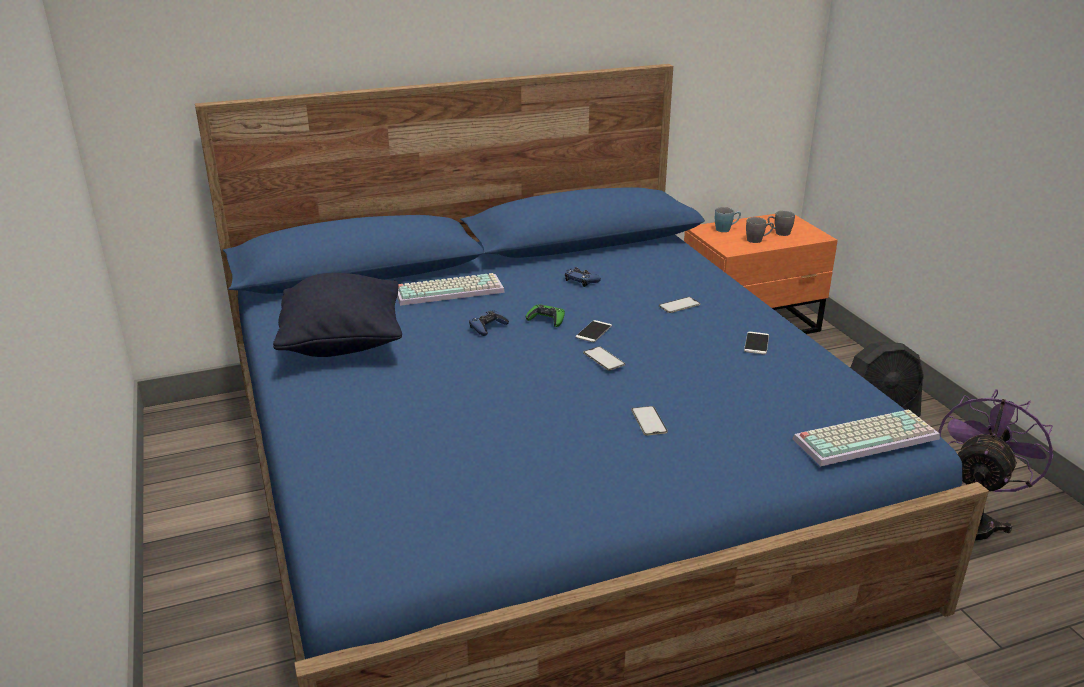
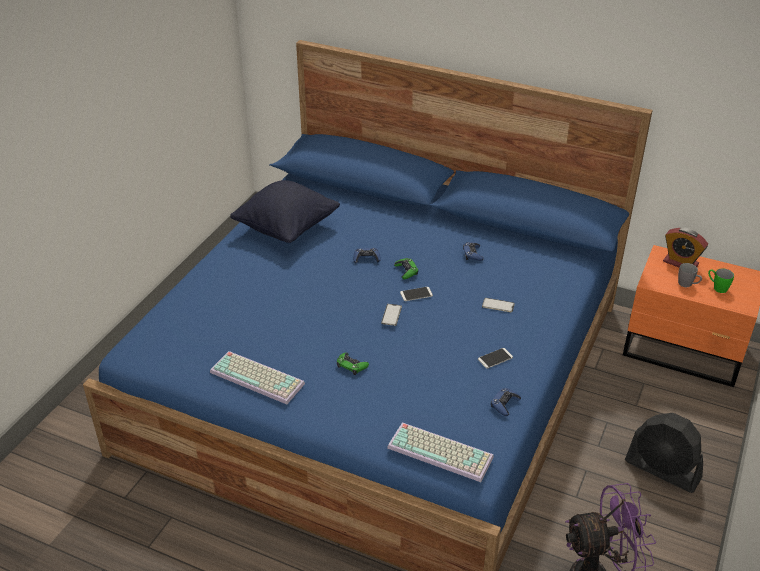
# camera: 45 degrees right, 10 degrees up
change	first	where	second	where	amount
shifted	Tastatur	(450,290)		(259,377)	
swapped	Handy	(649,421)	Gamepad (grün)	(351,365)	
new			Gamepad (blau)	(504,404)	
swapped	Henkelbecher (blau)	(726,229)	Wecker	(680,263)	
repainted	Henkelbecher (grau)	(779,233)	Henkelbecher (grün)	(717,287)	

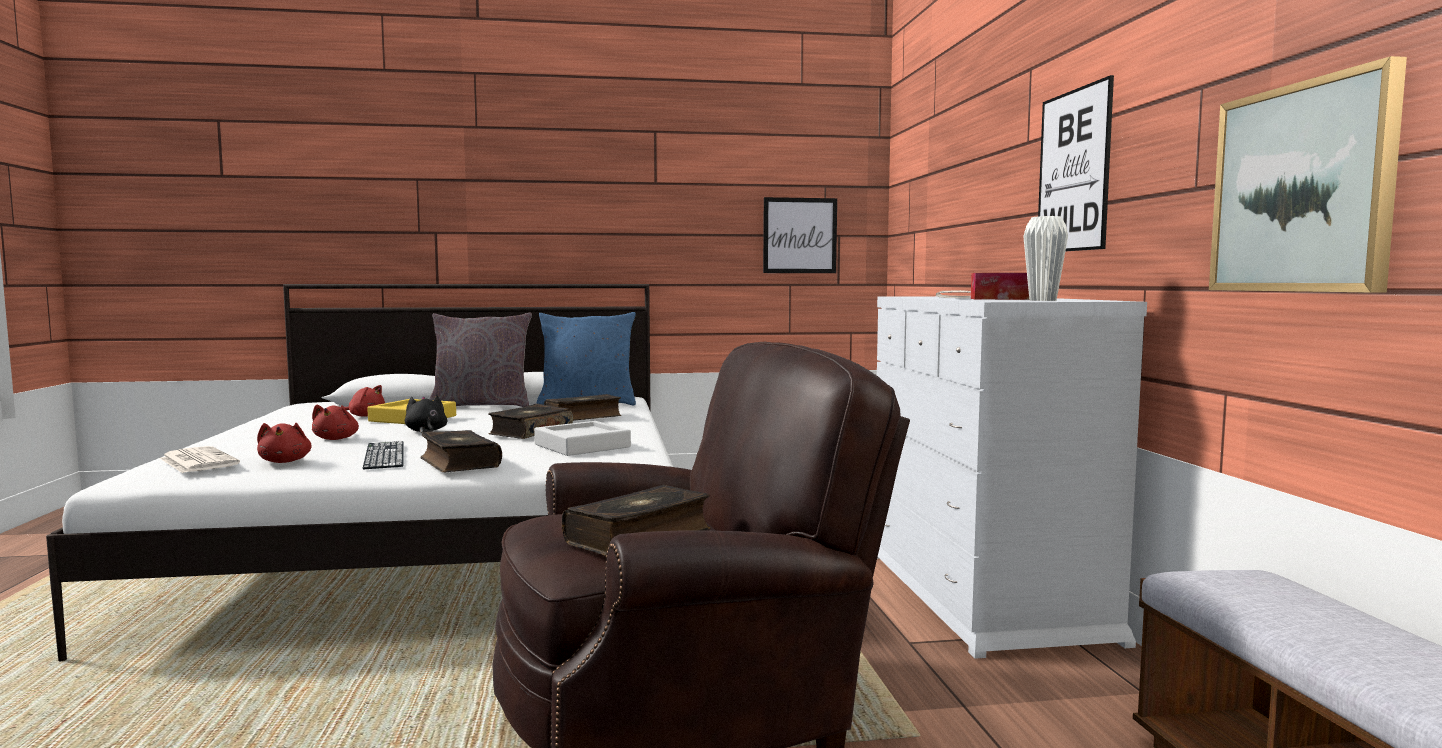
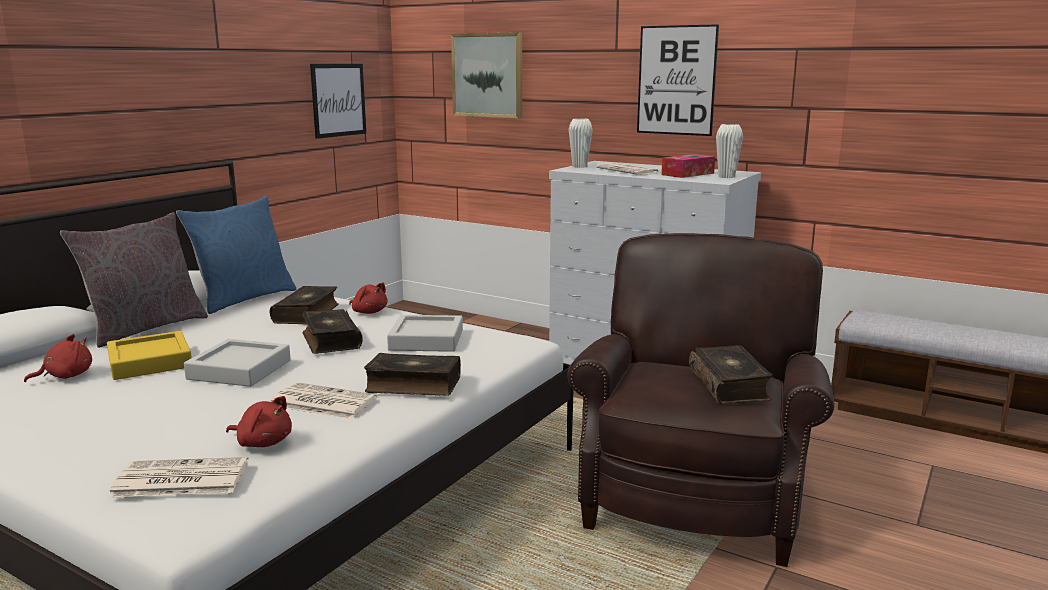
# camera: 50 degrees left, 10 degrees up
change	first	where	second	where	amount
swapped	Plüschtier (schwarz)	(426,431)	Tablett (grau)	(239,370)	
swapped	Tastatur	(384,455)	Zeitung	(321,402)	
shifted	Plüschtier (rot)	(337,439)		(369,312)	
shifted	Bild	(1302,188)		(488,75)	
new			Vase (weiß)	(579,166)	

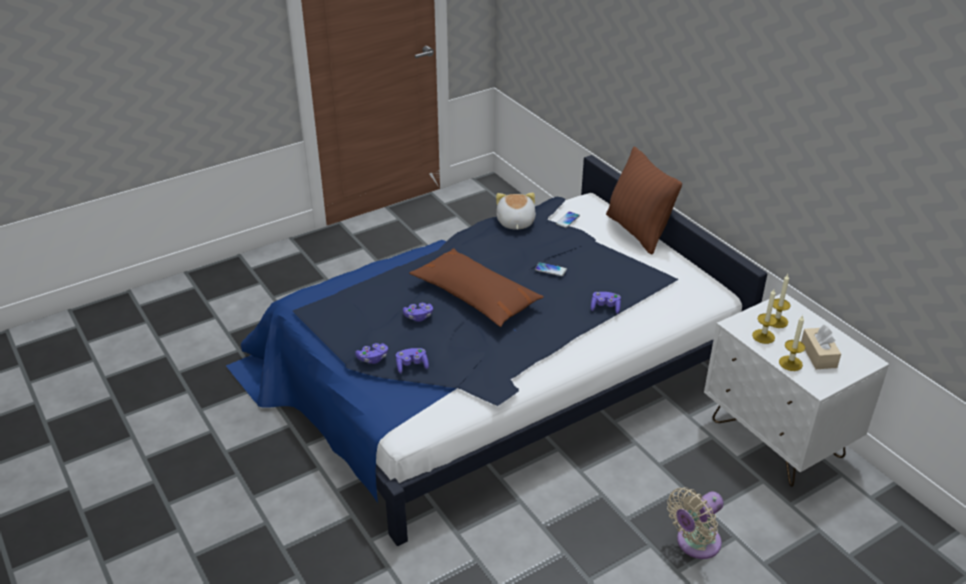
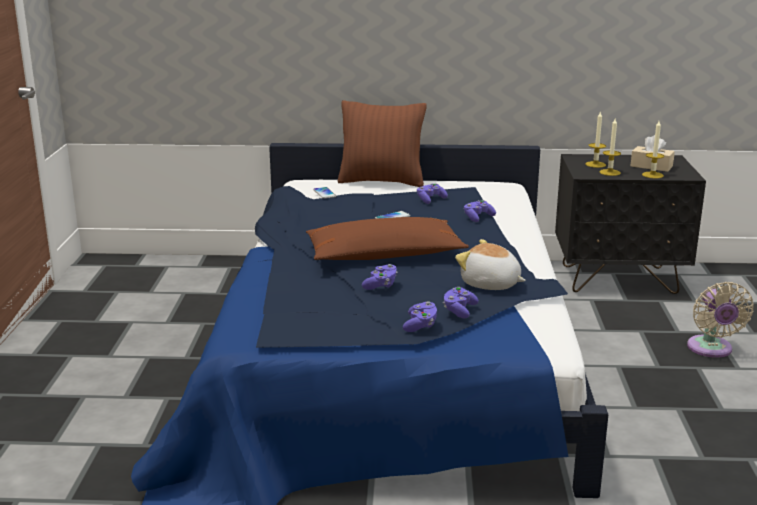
# camera: 55 degrees left, 15 degrees down
change	first	where	second	where	amount
new			Gamepad (lila)	(430,200)	
shifted	Plüschtier	(515,222)		(490,284)	
repainted	Nachttisch (weiß)	(777,439)	Nachttisch (schwarz)	(619,279)	

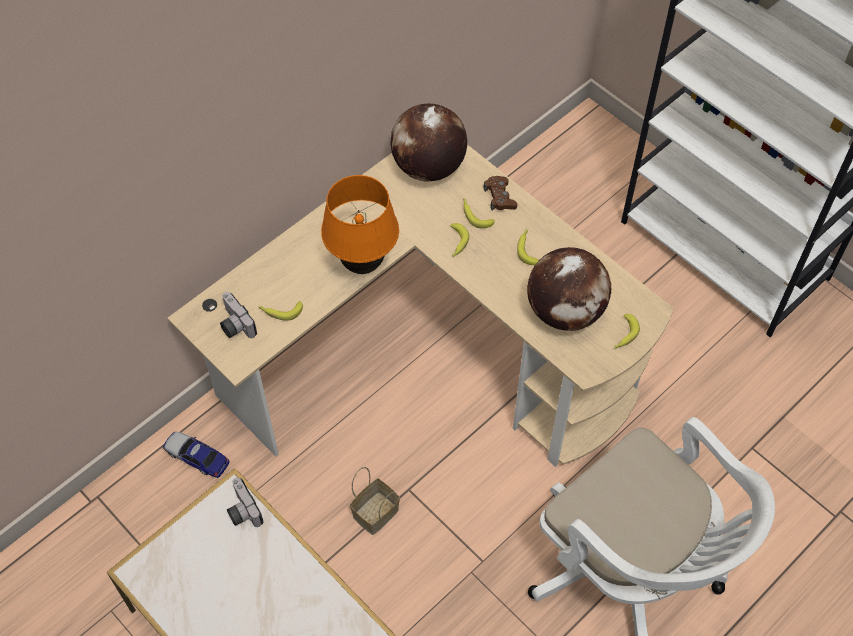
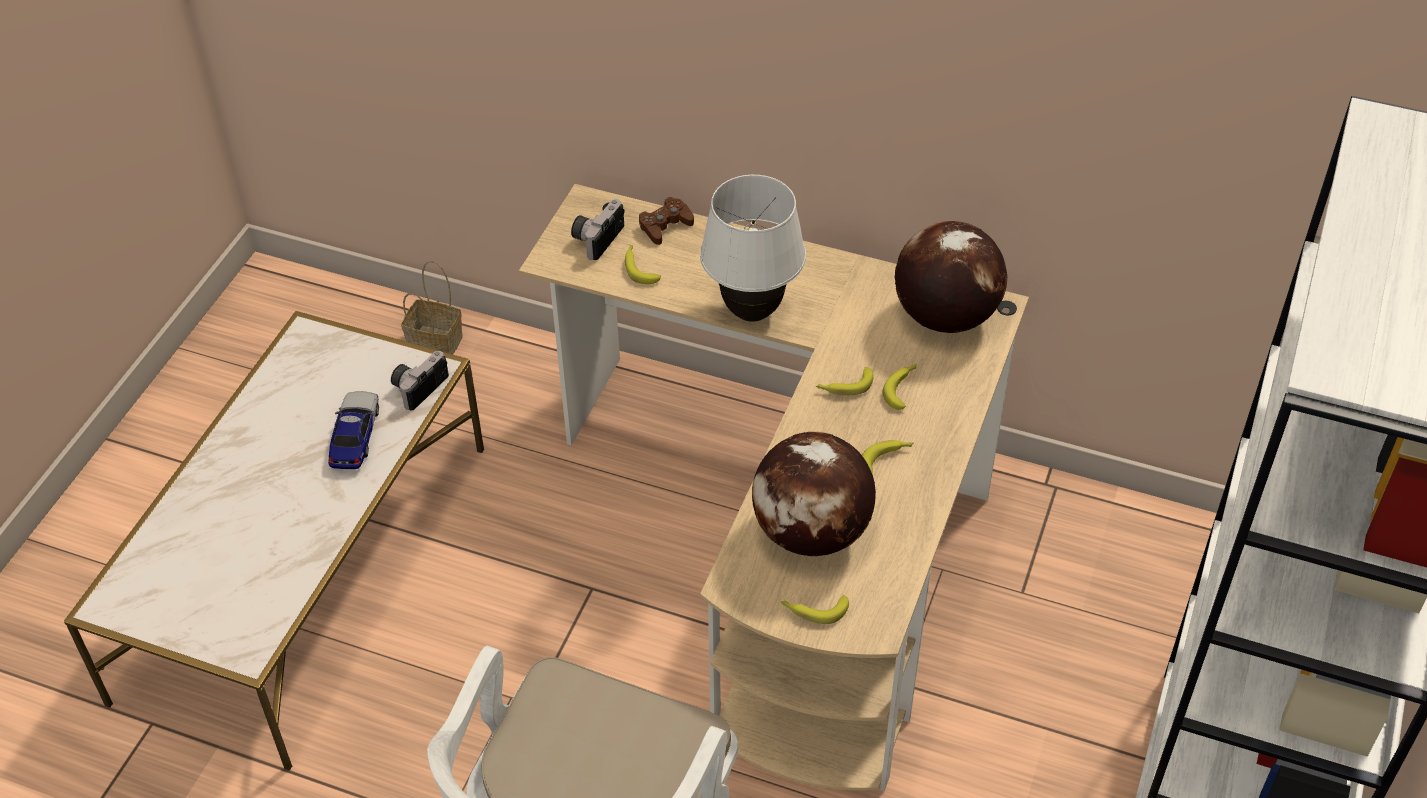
# camera: 65 degrees right, 10 degrees down
change	first	where	second	where	amount
shifted	Spielzeugauto	(196,457)		(355,435)	
shifted	Korb	(375,515)		(433,343)	
shifted	Gamepad (braun)	(500,197)		(665,226)	
repainted	Tischlampe (orange)	(362,264)	Tischlampe (weiß)	(752,311)	

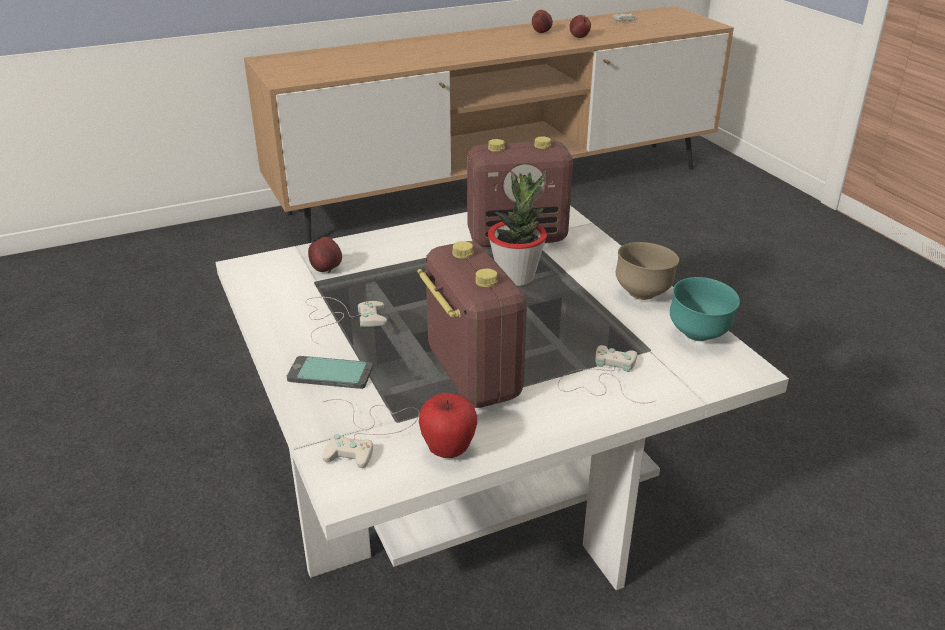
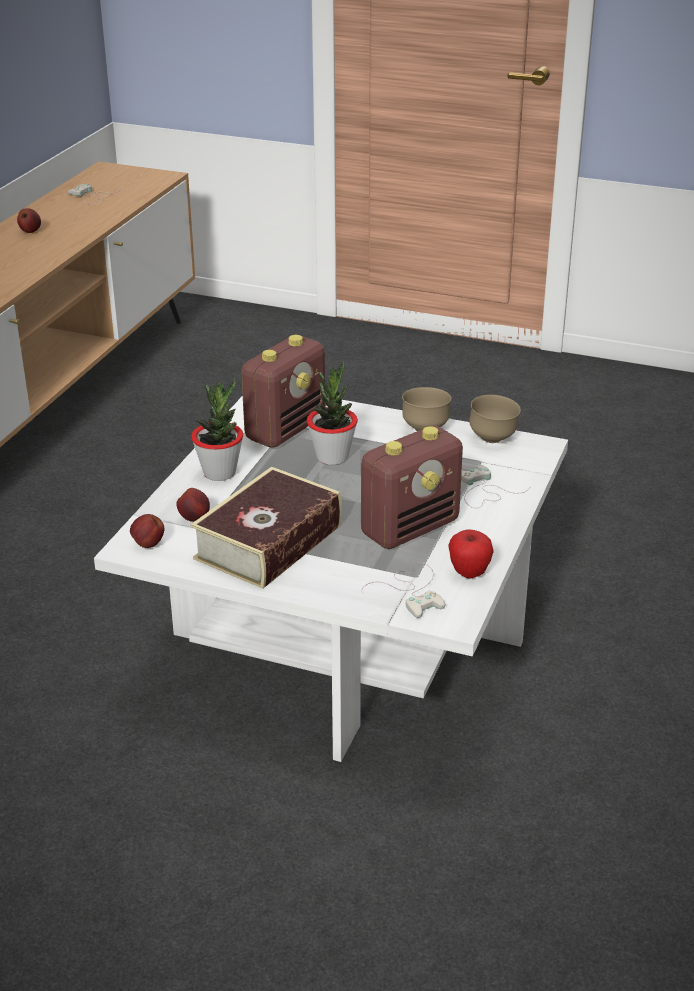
# camera: 45 degrees left, 0 degrees up
change	first	where	second	where	amount
shifted	Apfel	(578,37)		(148,544)	
new			Topfpflanze	(220,472)	
swapped	Gamepad (weiß)	(340,318)	Buch	(269,542)	
rotated	Radio	(472,374)		(410,528)	120 degrees clockwise
repainted	Schüssel (türkis)	(698,336)	Schüssel (braun)	(493,439)	
gone	Handy	(330,374)			

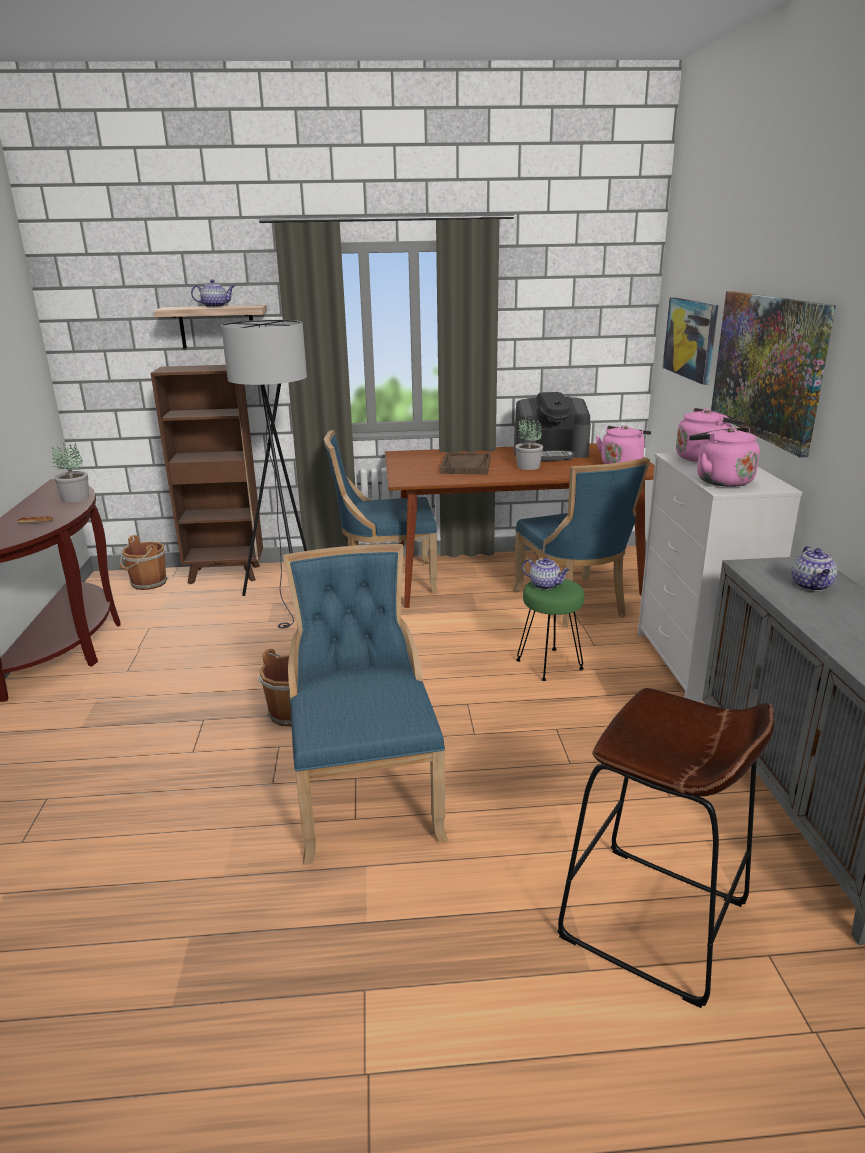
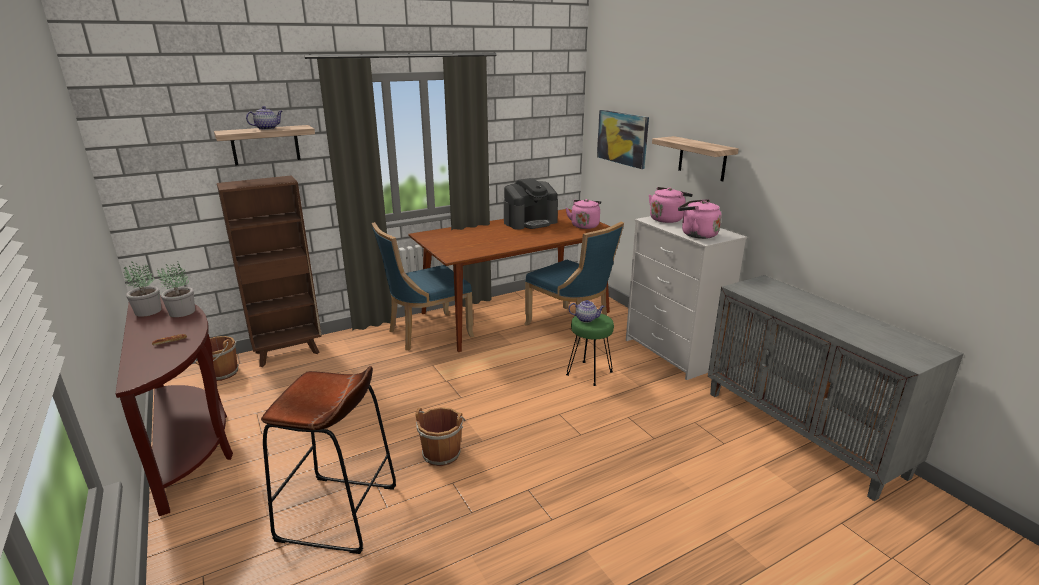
# camera: 25 degrees left, 0 degrees up
change	first	where	second	where	amount
shifted	Topfpflanze	(527,466)		(147,311)	
shifted	Hocker (braun)	(653,921)		(338,513)	
swapped	Bild	(767,367)	Wandregal	(702,158)	
gone	Stehlampe (grau)	(289,598)			
gone	Stuhl (blau)	(366,797)			
gone	Tablett (braun)	(466,466)			
gone	Teekanne	(812,586)			

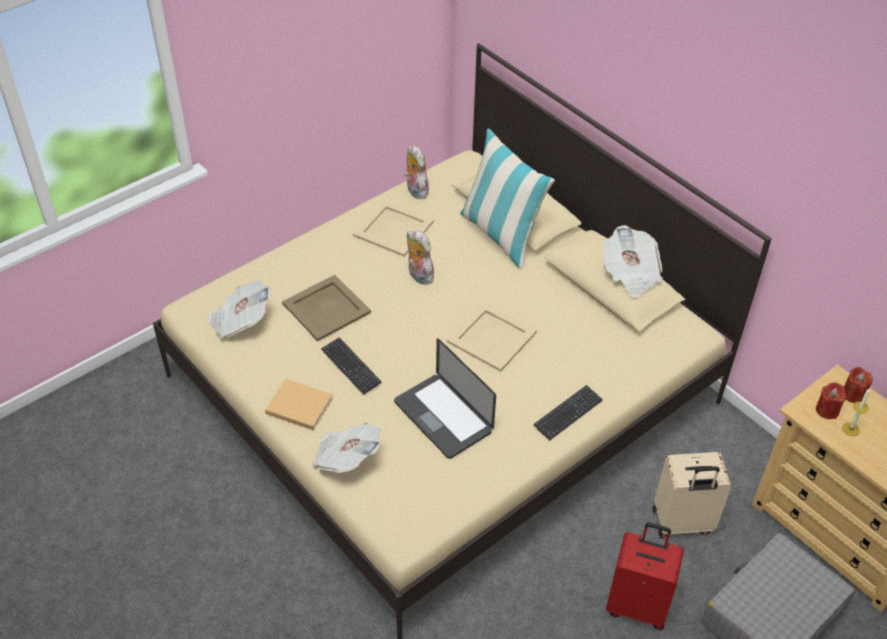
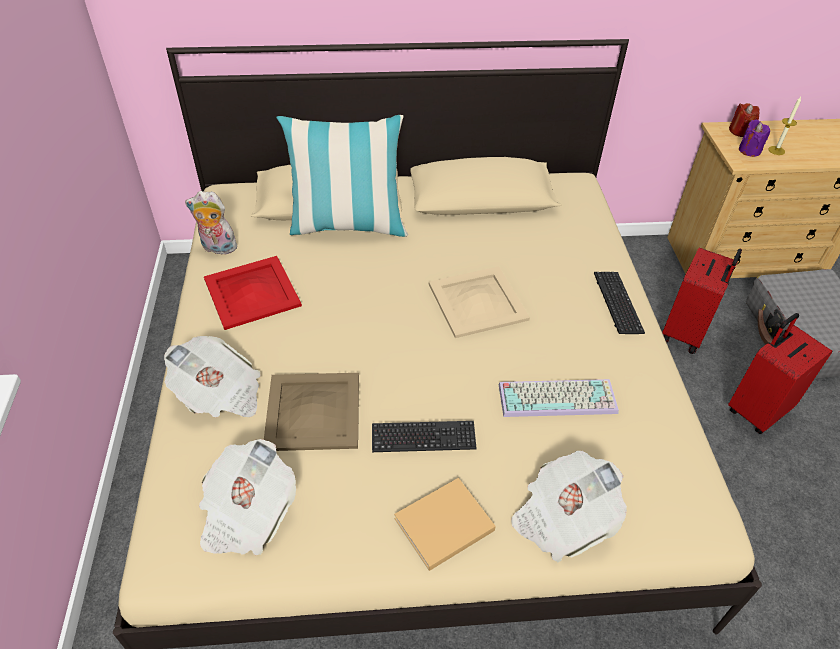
# camera: 55 degrees left, 0 degrees up
change	first	where	second	where	amount
shifted	Zeitung	(630,274)		(220,394)	
repainted	Tablett (beige)	(393,228)	Tablett (rot)	(251,292)	
swapped	Laptop	(443,417)	Tastatur	(558,397)	
repainted	Koffer (beige)	(682,523)	Koffer (rot)	(685,333)	
repainted	Kerze (rot)	(827,410)	Kerze (lila)	(749,150)	
gone	Plüschtier	(418,276)			

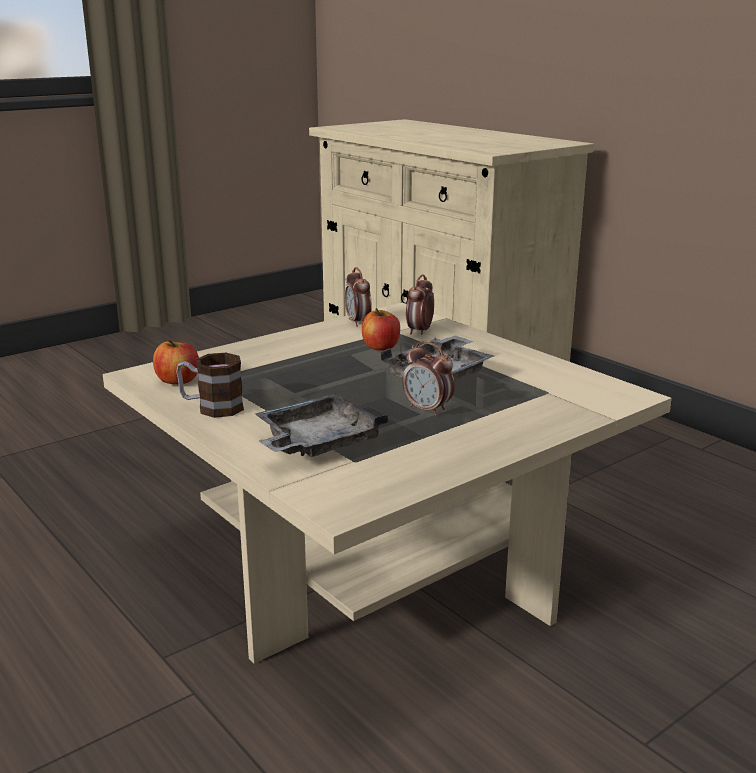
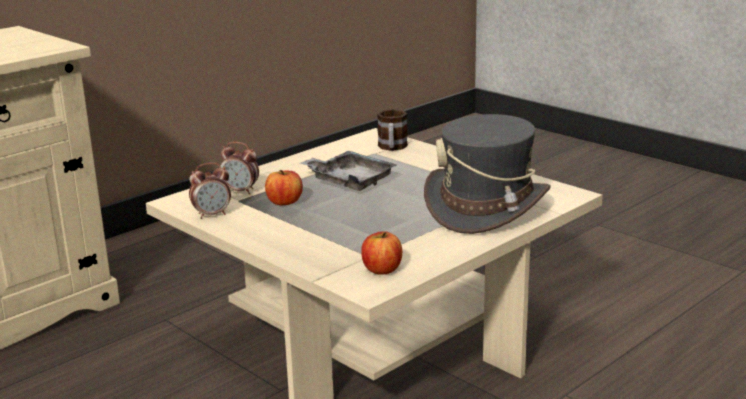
# camera: 95 degrees left, 0 degrees up
change	first	where	second	where	amount
shifted	Henkelbecher	(211,407)		(392,147)	
swapped	Tablett (grau)	(317,443)	Hut (grau)	(487,207)	
gone	Wecker	(428,410)			

